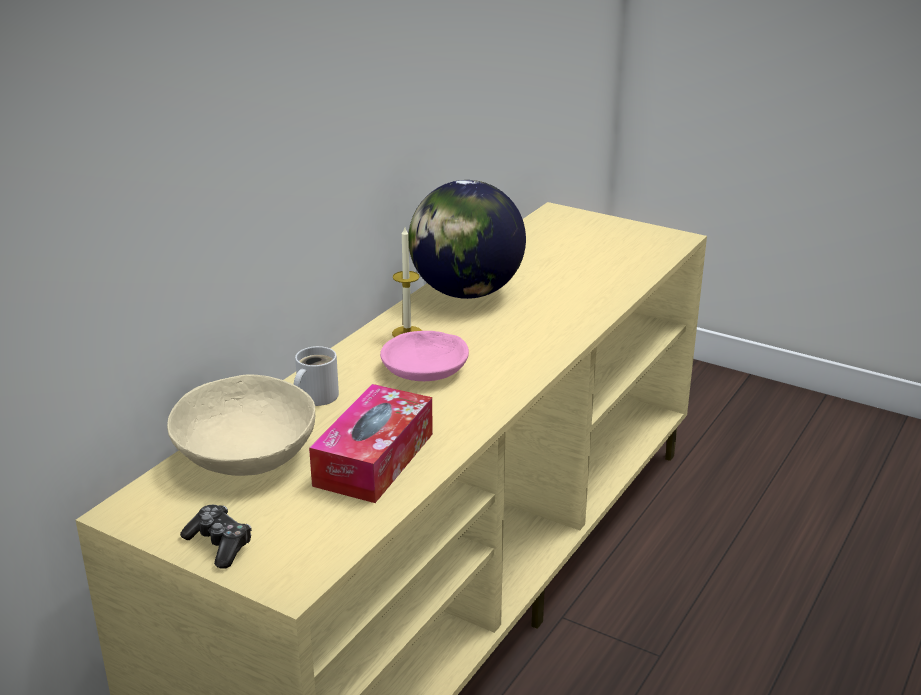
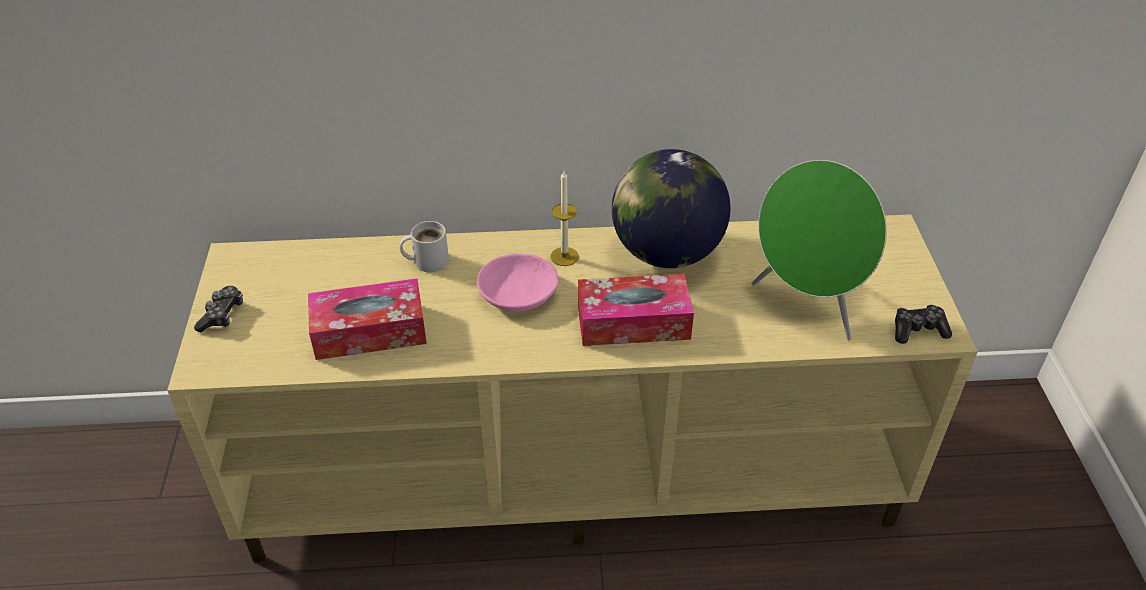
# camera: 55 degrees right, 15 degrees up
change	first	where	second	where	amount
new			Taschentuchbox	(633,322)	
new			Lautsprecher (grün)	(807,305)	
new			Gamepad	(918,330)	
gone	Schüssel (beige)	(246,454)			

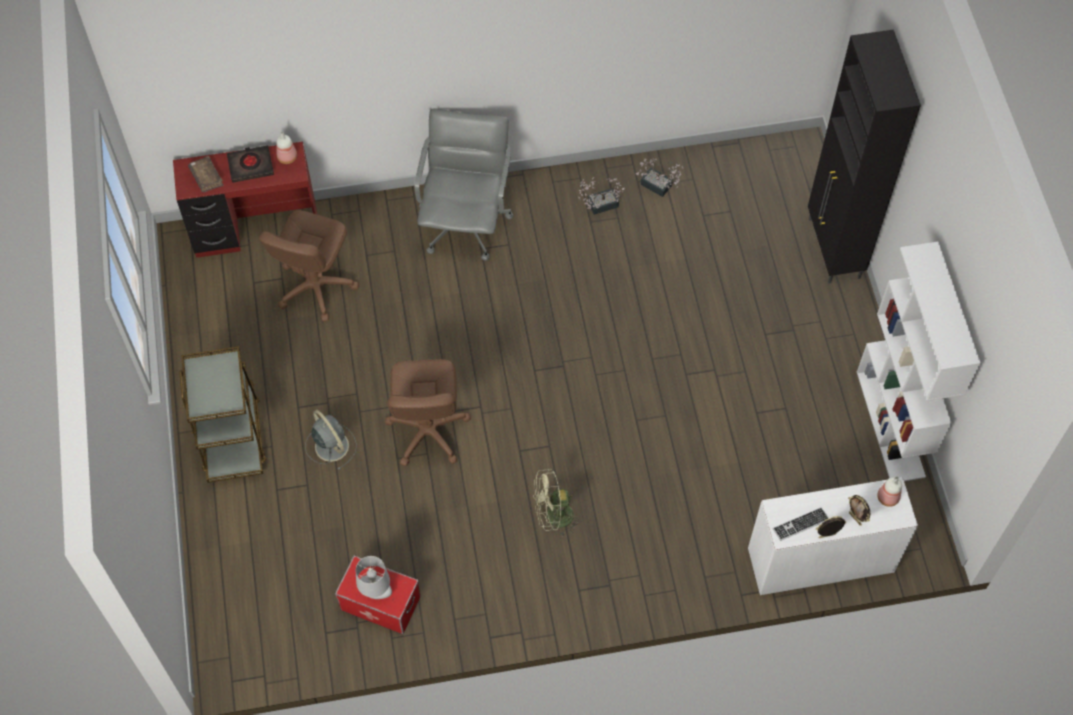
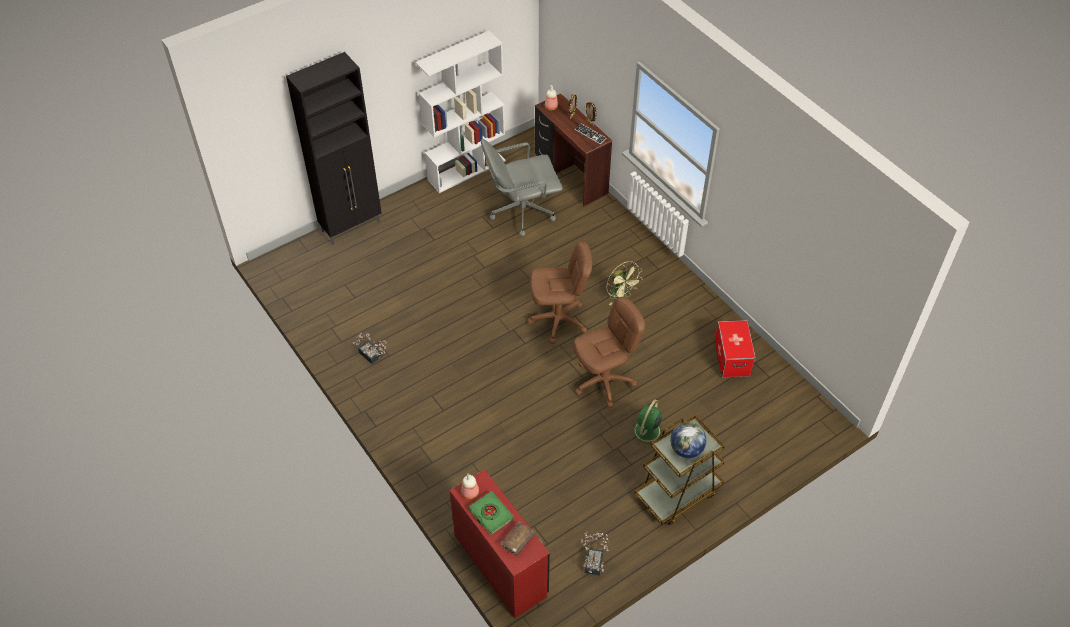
# camera: 115 degrees left, 10 degrees down
change	first	where	second	where	amount
repainted	Buch (schwarz)	(251,166)	Buch (grün)	(491,514)	
shifted	Bürostuhl (grau)	(465,223)		(521,212)	
shifted	Bürostuhl (braun)	(316,287)		(558,320)	
repainted	Schreibtisch (weiß)	(820,559)	Schreibtisch (braun)	(570,176)	
shifted	Topfpflanze	(659,187)		(594,560)	
repainted	Ventilator (grau)	(331,445)	Ventilator (grün)	(646,432)	
new			Globus	(686,449)	
gone	Tischlampe (grau)	(375,592)			

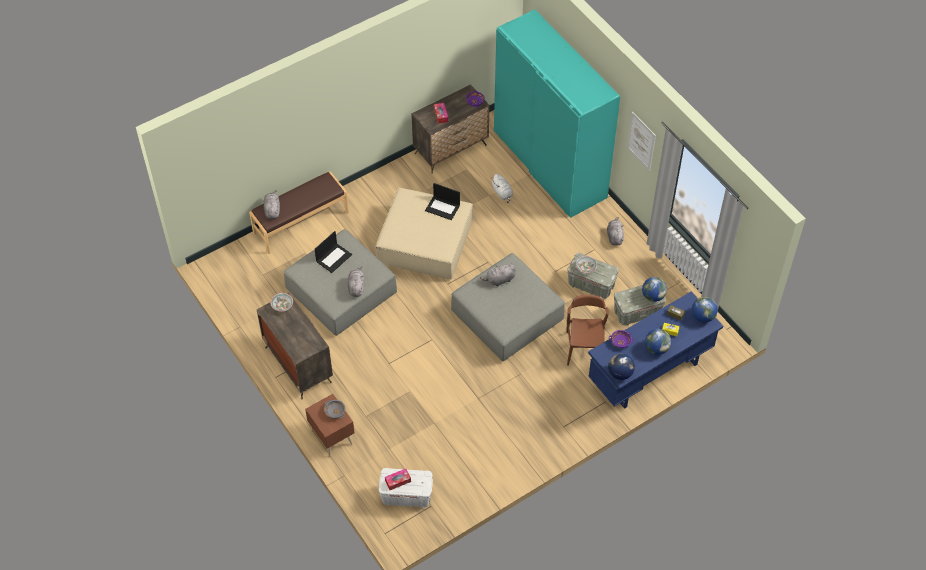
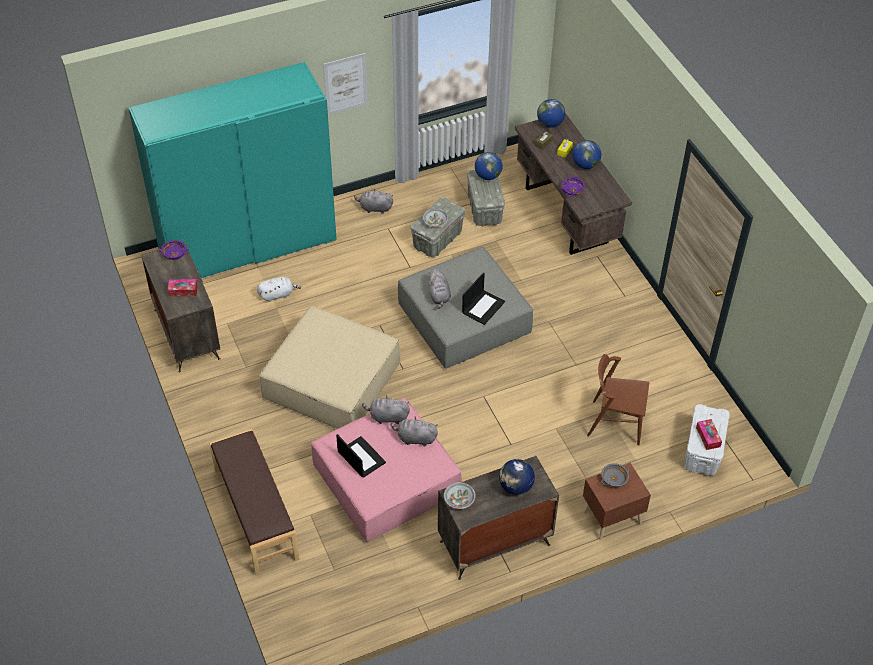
# camera: 80 degrees left, 5 degrees down
change	first	where	second	where	amount
repainted	Polsterhocker (grau)	(341,291)	Polsterhocker (rosa)	(386,480)	
shifted	Plüschtier (grau)	(272,210)		(387,417)	
shifted	Laptop	(443,208)		(483,307)	
shifted	Globus	(620,373)		(515,487)	
repainted	Schreibtisch (blau)	(649,374)	Schreibtisch (braun)	(567,215)	
shifted	Stuhl (braun)	(584,348)		(615,422)	

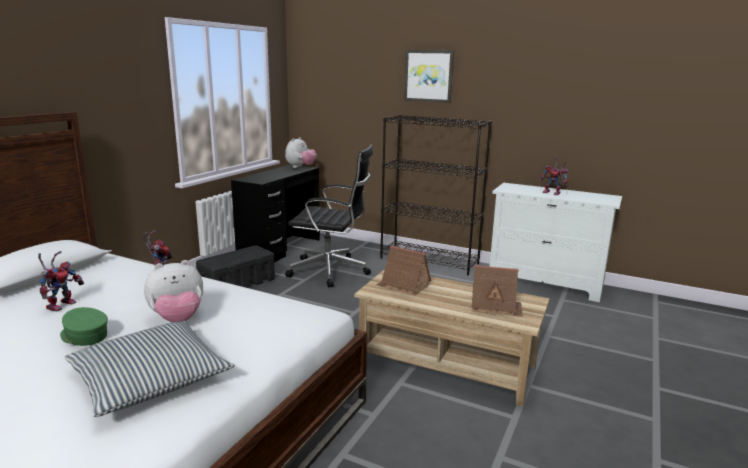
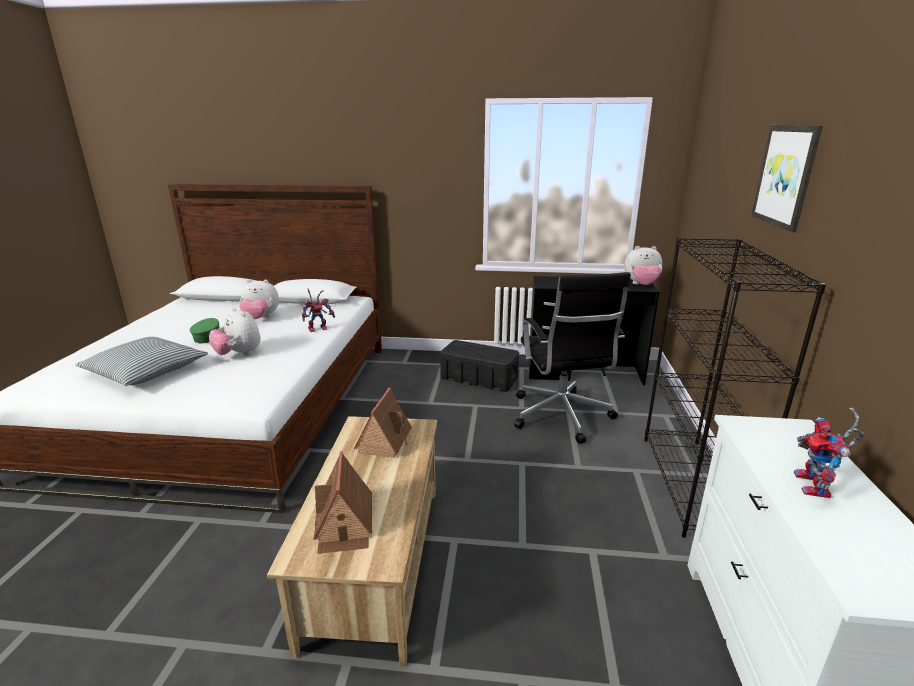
# camera: 70 degrees right, 5 degrees up
change	first	where	second	where	amount
swapped	Spielzeugroboter	(61,304)	Plüschtier	(261,318)	

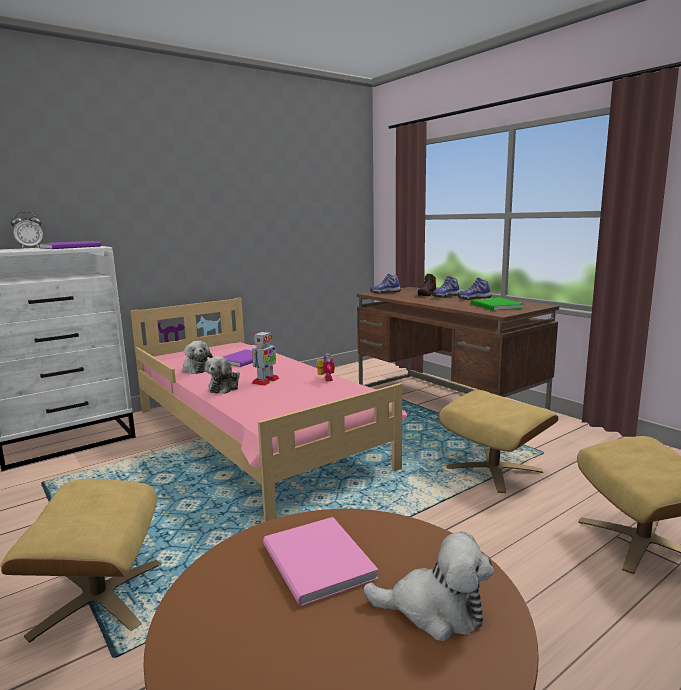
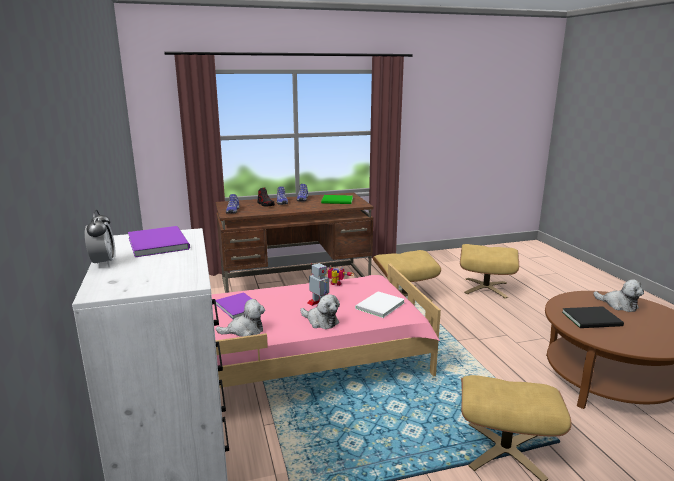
# camera: 70 degrees left, 5 degrees up
change	first	where	second	where	amount
new			Buch (weiß)	(378,306)	
repainted	Buch (rosa)	(316,564)	Buch (schwarz)	(593,319)	
rotated	Plüschtier	(434,610)		(619,305)	105 degrees clockwise

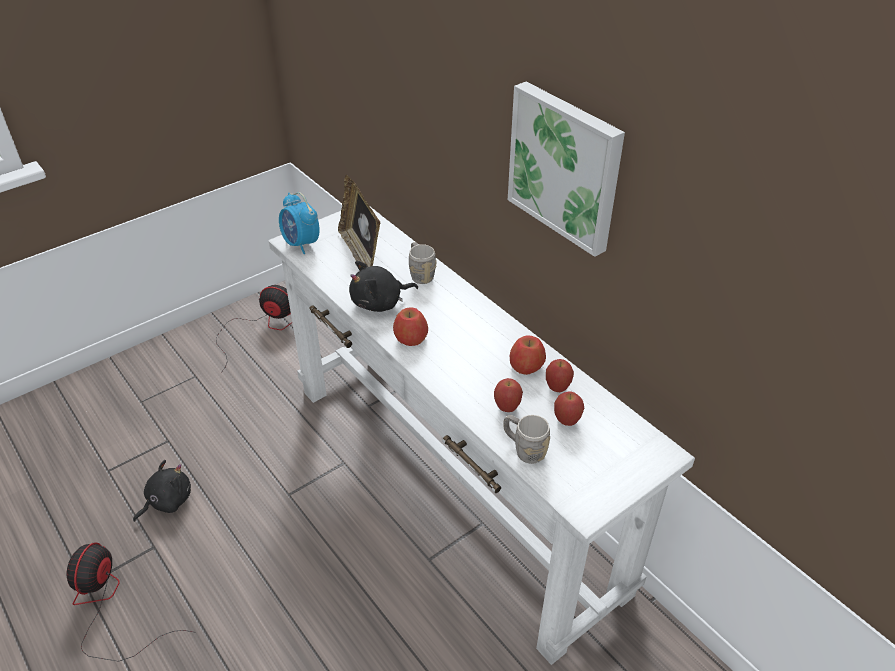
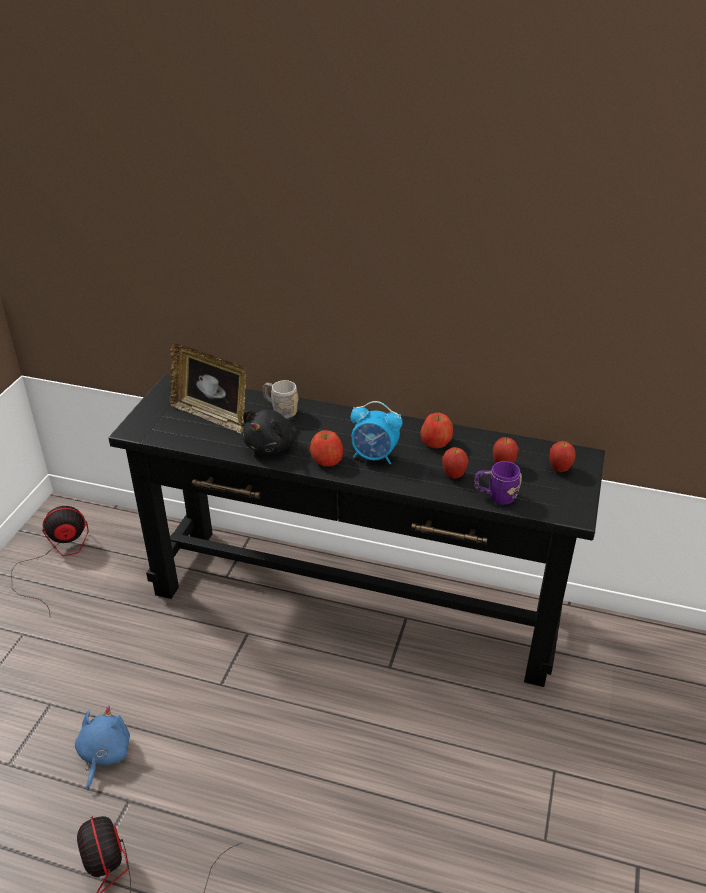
# camera: 35 degrees left, 5 degrees down
change	first	where	second	where	amount
repainted	Plüschtier (schwarz)	(167,501)	Plüschtier (blau)	(104,754)	
repainted	Konsolentisch (weiß)	(450,483)	Konsolentisch (schwarz)	(354,602)	
shifted	Wecker	(301,244)		(374,456)	
repainted	Henkelbecher (grau)	(524,449)	Henkelbecher (lila)	(495,496)	
shifted	Apfel	(557,388)		(559,469)	
gone	Bild	(566,166)			

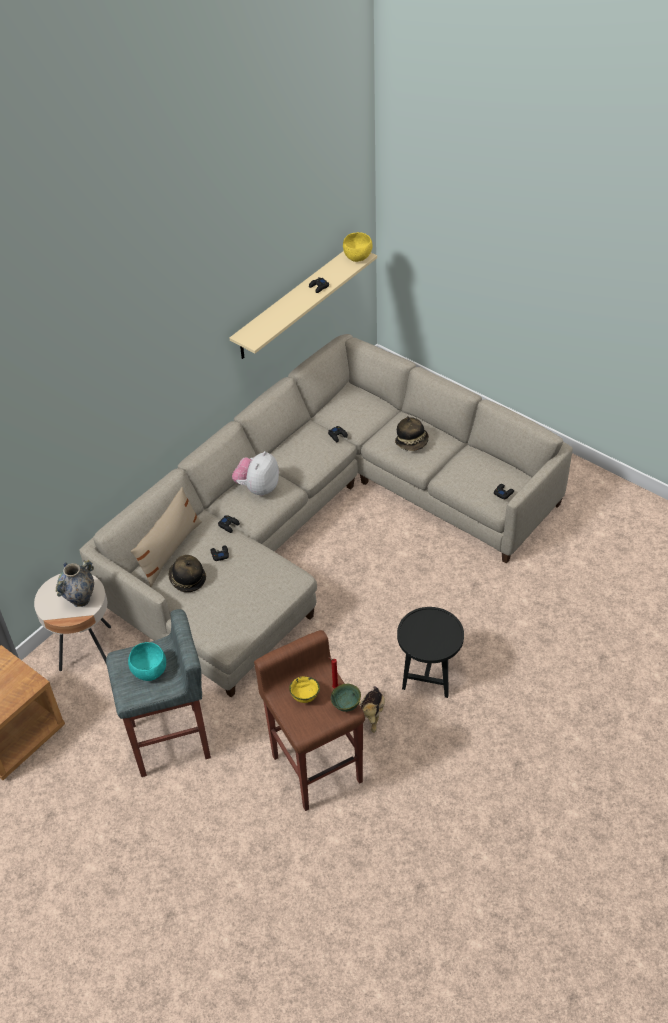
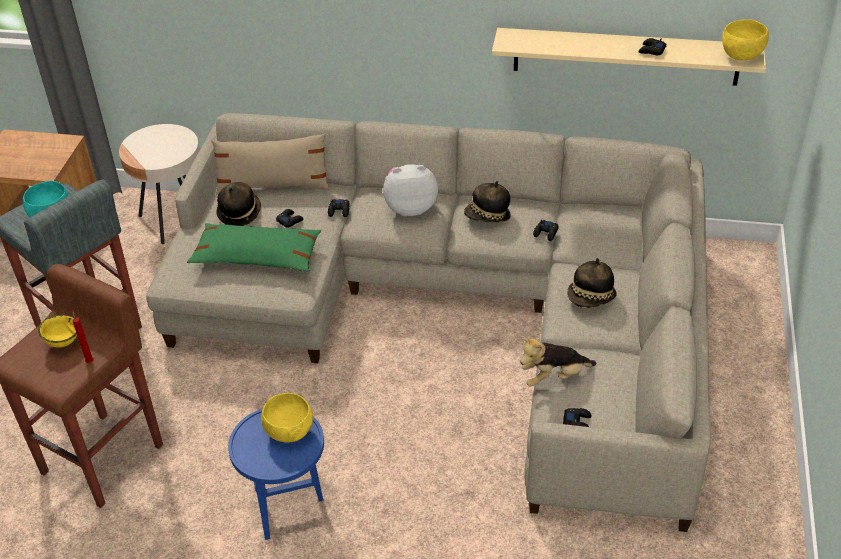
# camera: 60 degrees right, 5 degrees down
change	first	where	second	where	amount
new			Kissen (grün)	(257,257)	
repainted	Beistelltisch (schwarz)	(428,677)	Beistelltisch (blau)	(287,507)	
new			Schüssel (gelb)	(289,432)	
new			Hut	(487,217)	
shifted	Plüschtier	(371,715)		(554,377)	
gone	Vase	(80,600)			
gone	Schüssel (grün)	(346,706)			

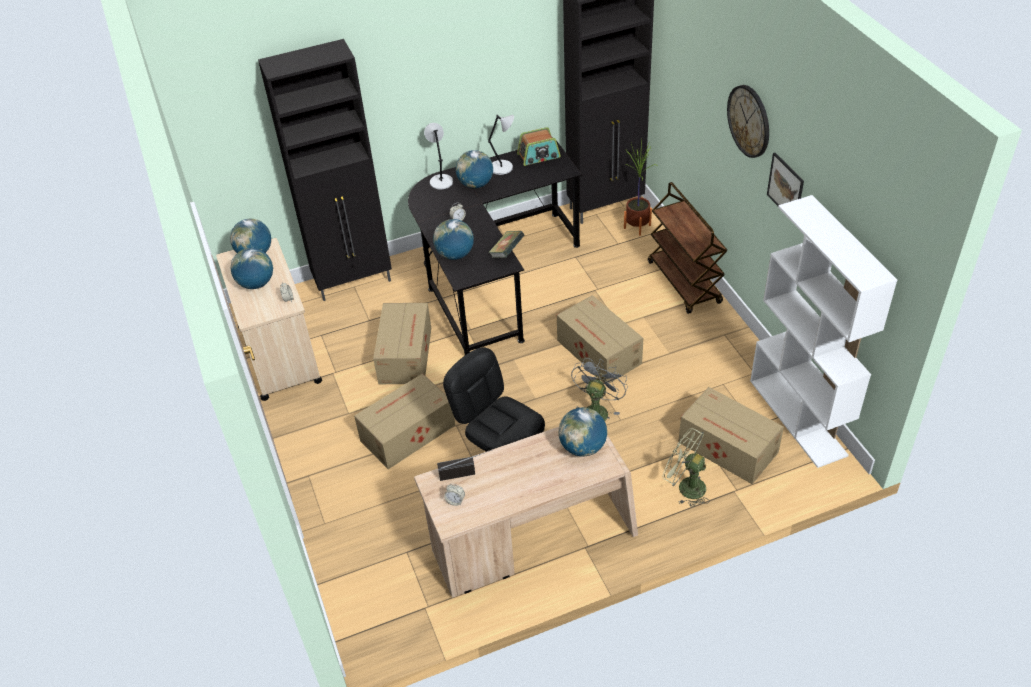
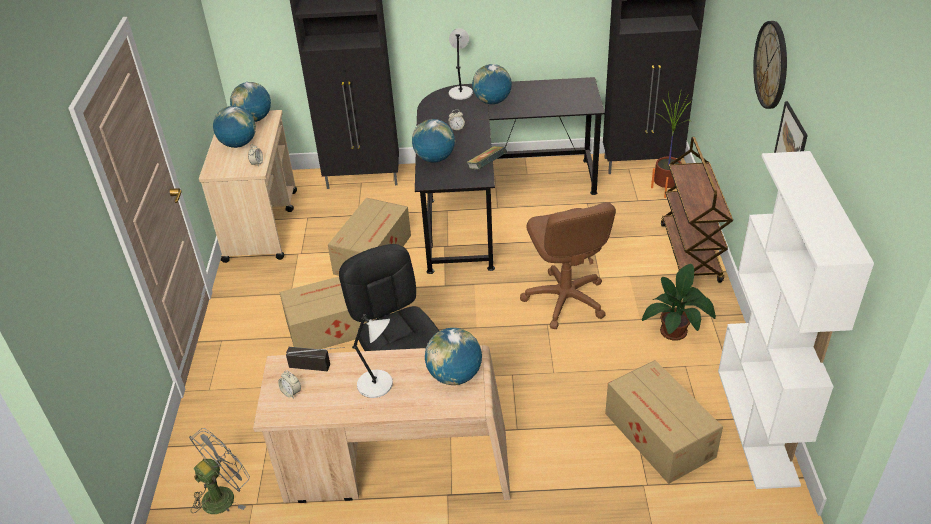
# camera: 20 degrees right, 5 degrees down
change	first	where	second	where	amount
shifted	Ventilator (grau)	(596,410)		(223,494)	
shifted	Tischlampe (grau)	(502,167)		(377,385)	
swapped	Karton	(599,353)	Bürostuhl (braun)	(565,300)	
new			Topfpflanze	(676,330)	
gone	Radio	(539,156)			
gone	Ventilator (grün)	(685,486)			

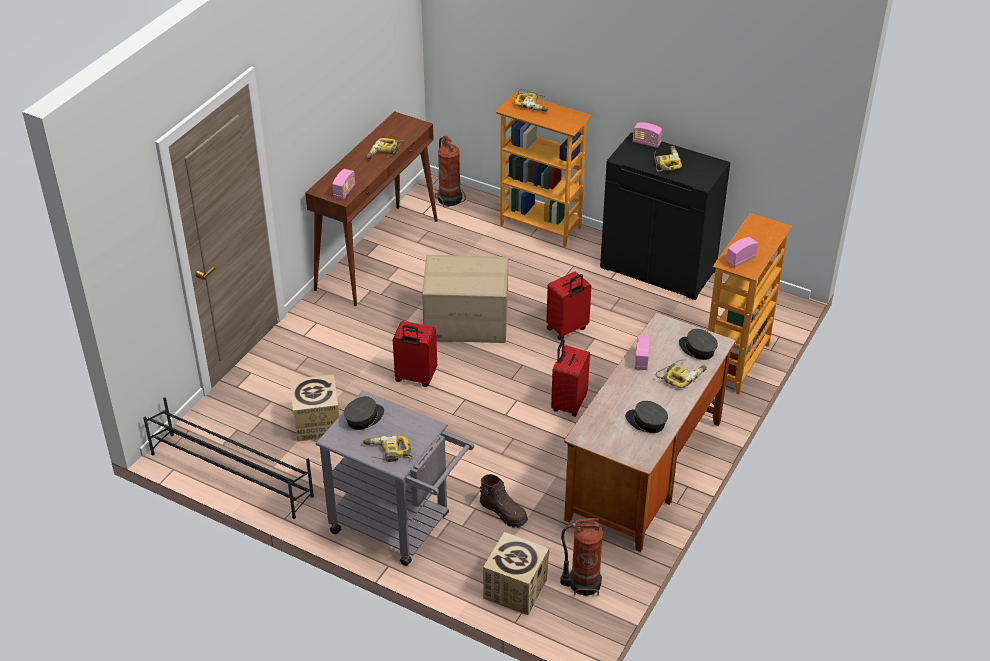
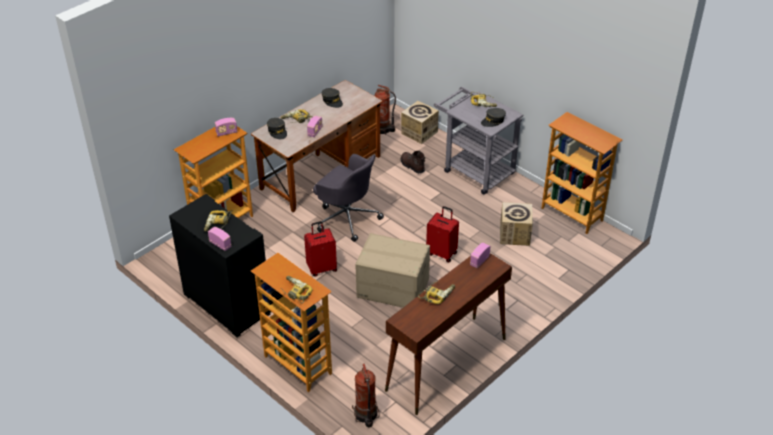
# camera: 165 degrees left, 0 degrees up
change	first	where	second	where	amount
swapped	Koffer (rot)	(568,404)	Bürostuhl (grau)	(347,217)	
swapped	Schuhregal (schwarz)	(231,474)	Bücherregal	(572,214)	

